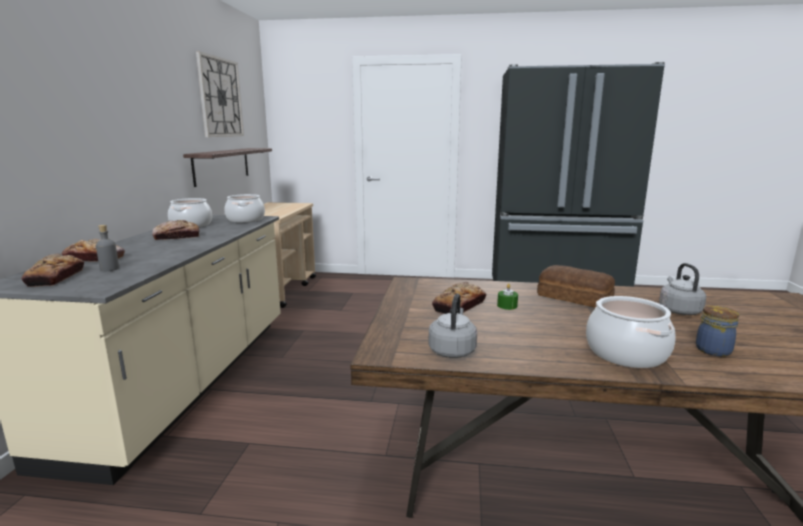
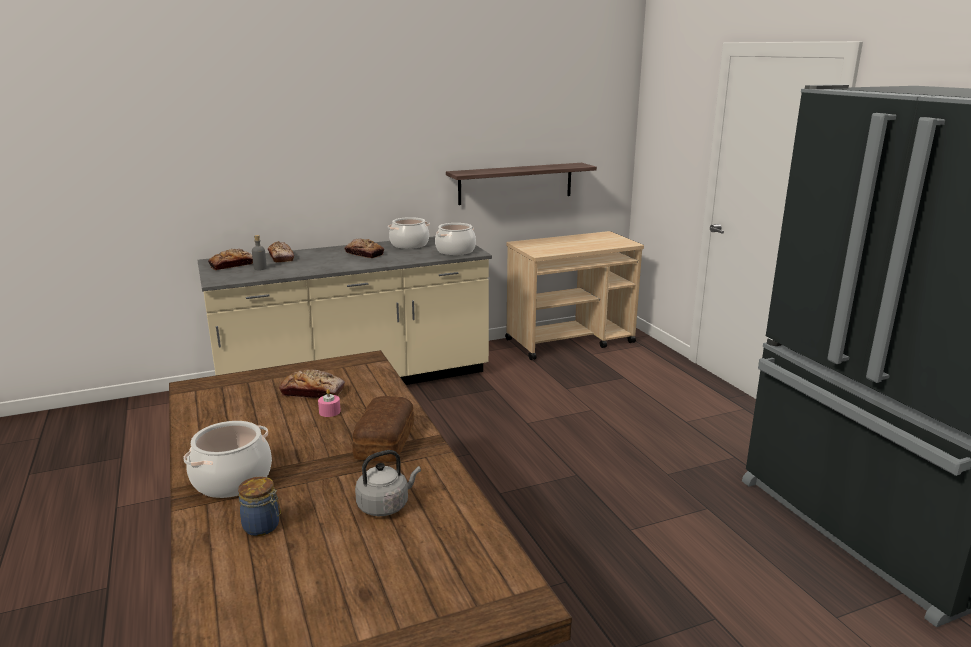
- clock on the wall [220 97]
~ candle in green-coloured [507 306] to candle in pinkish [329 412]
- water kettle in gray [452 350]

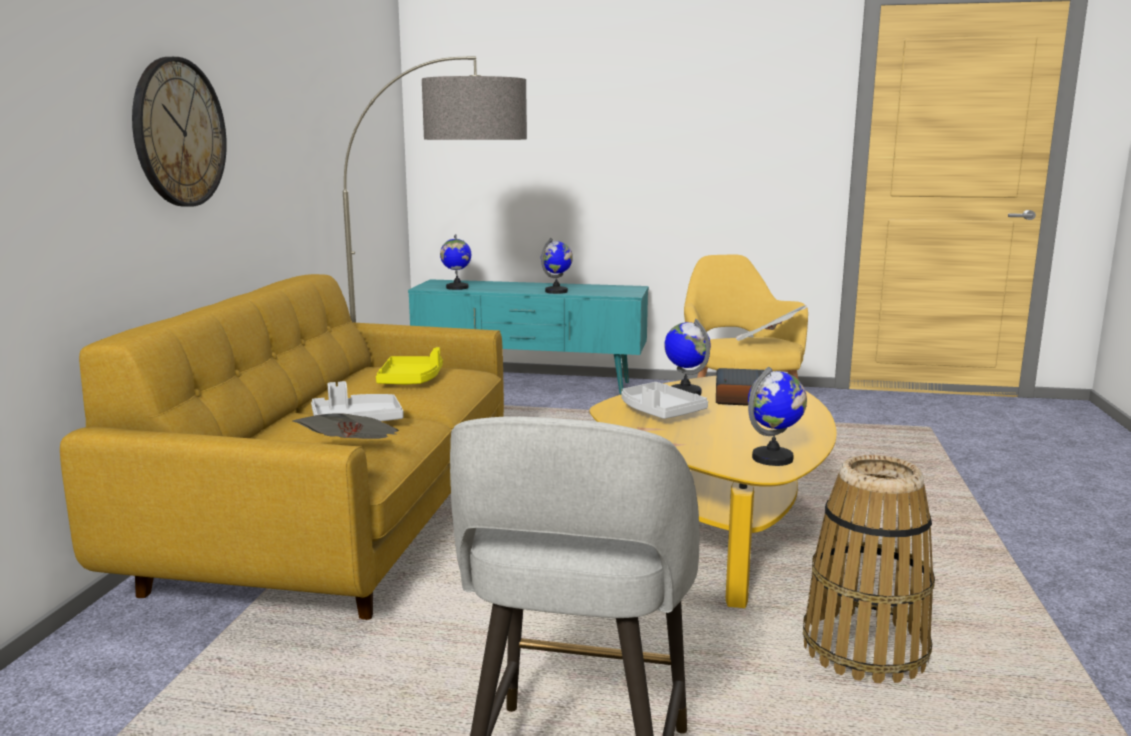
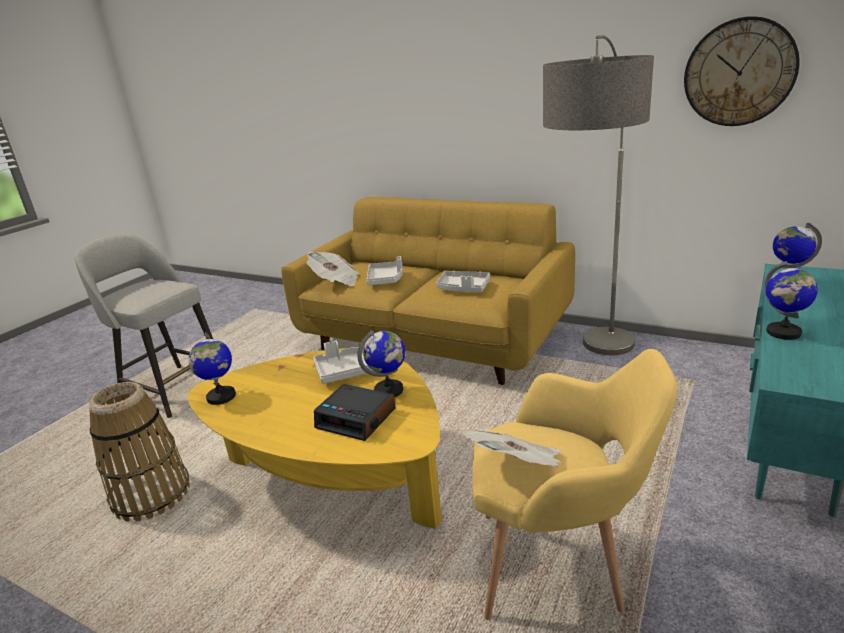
~ clock on the wall [179 133] to [739 72]
~ tray in yellow-coloured [411 380] to tray in gray [463 288]

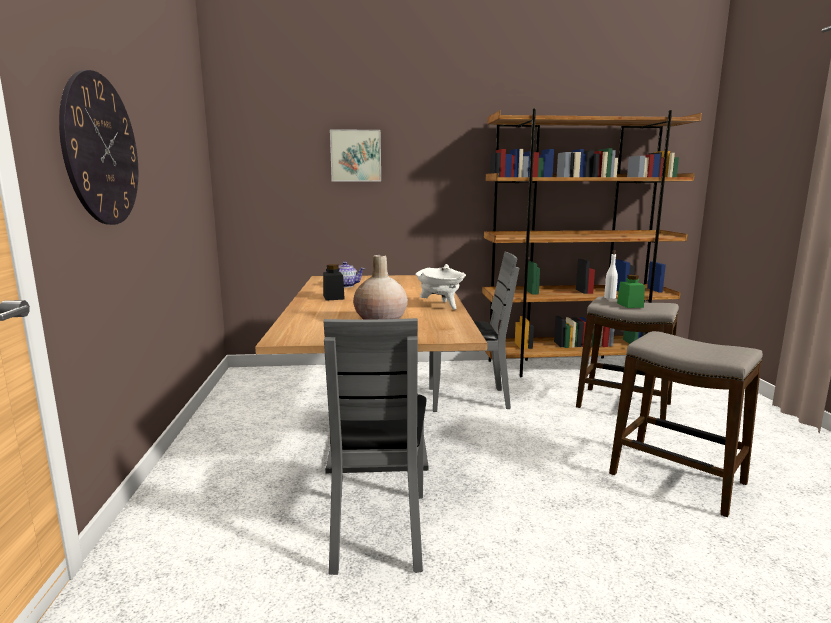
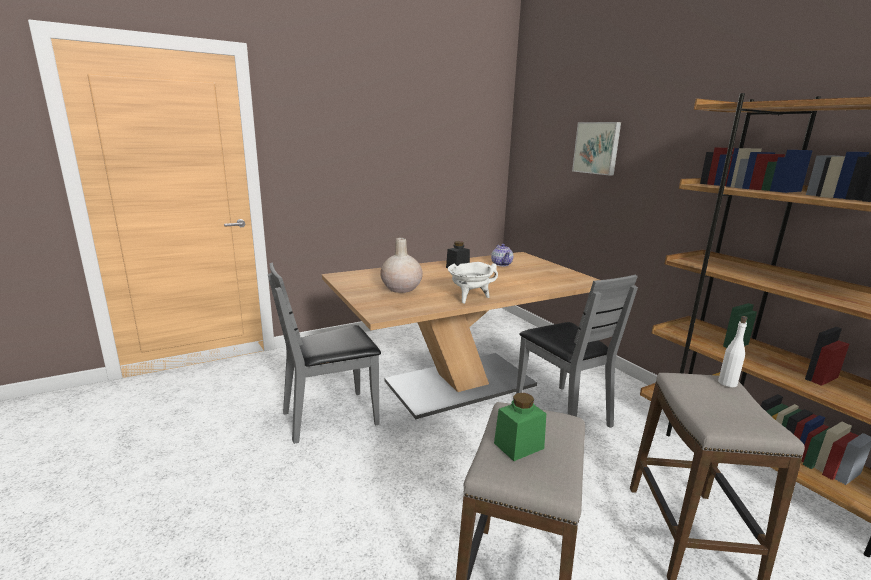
- clock on the wall [101 150]
~ jar in green-coloured [630 305] to [518 446]

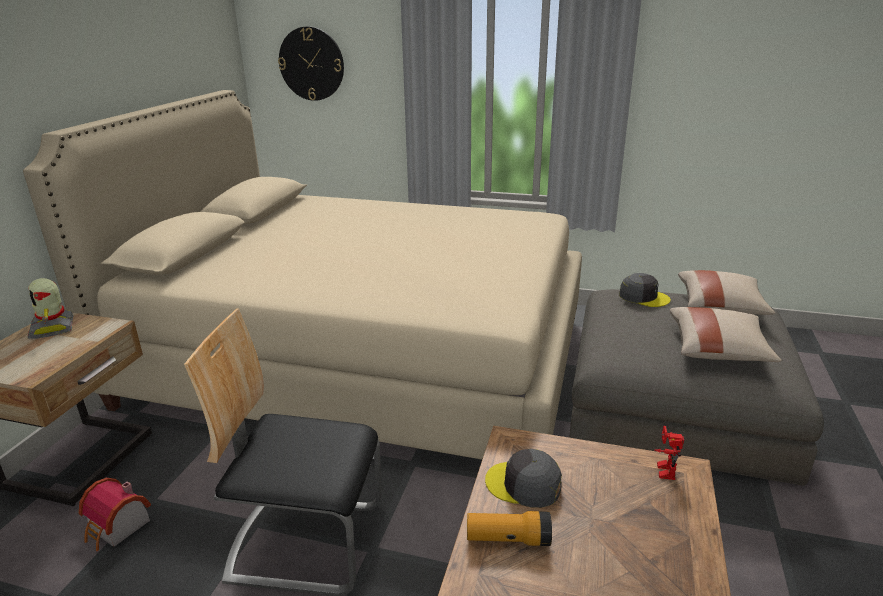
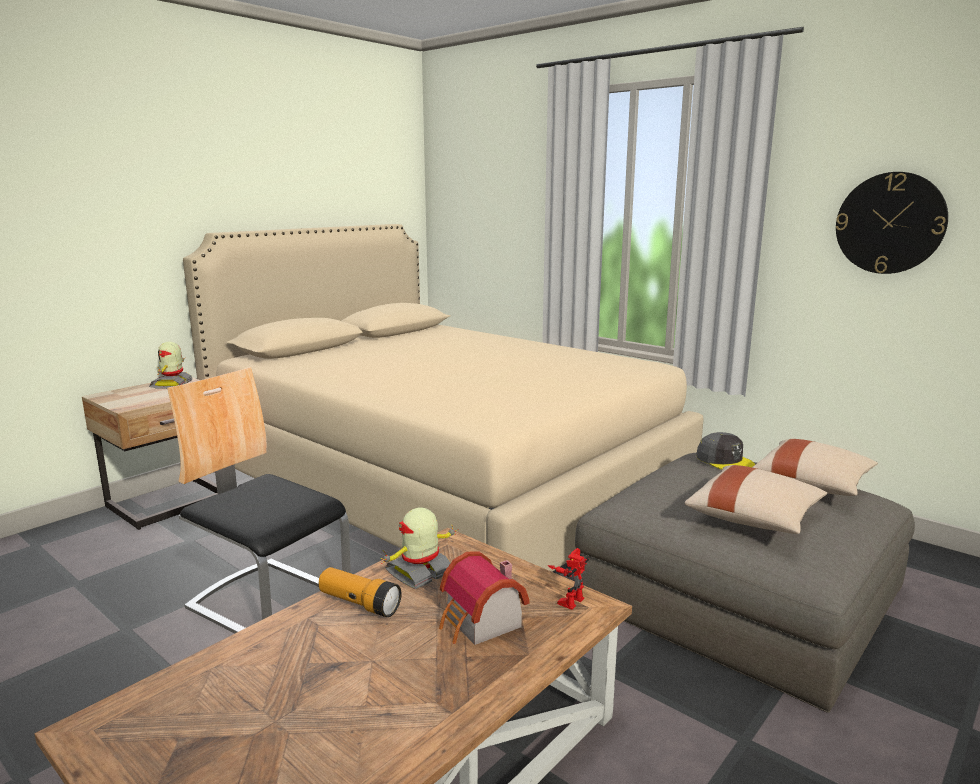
~ clock on the wall [311 64] to [890 223]
~ peaked cap in gray [524 485] to toy robot [420 573]
~ toy house [118 528] to [480 624]

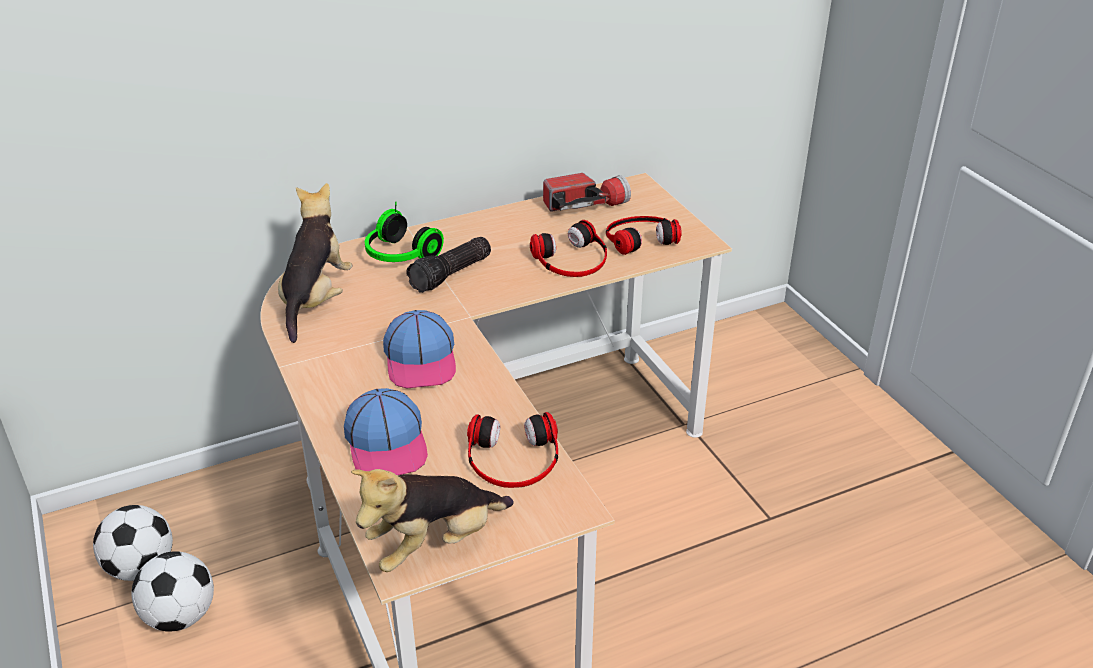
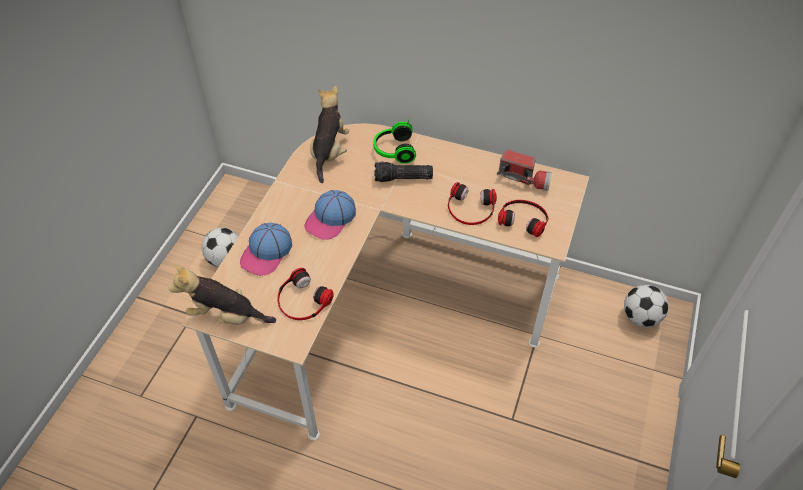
~ soft toy [316 299] = [329 152] 45 degrees counterclockwise
~ football ball [141 567] to [641 317]

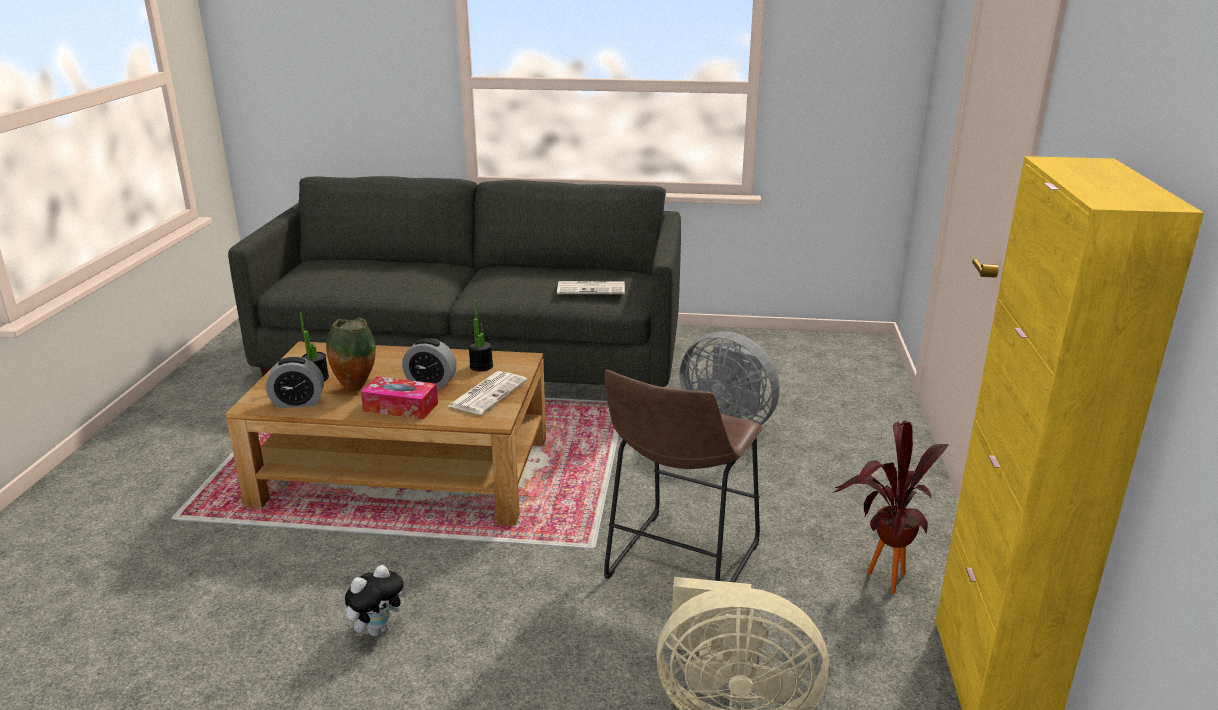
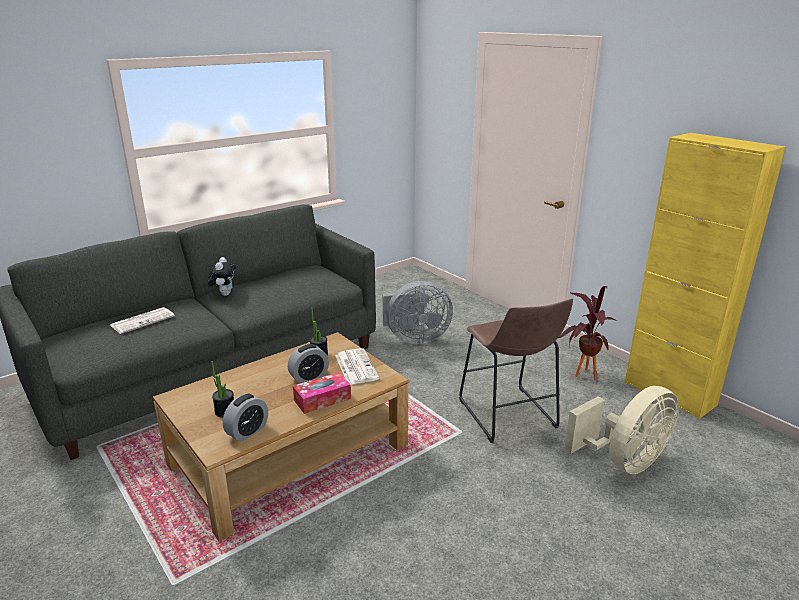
~ printed paper [592 289] to [143 320]
- decorative vase [355 388]
~ soft toy [378 629] to [224 294]

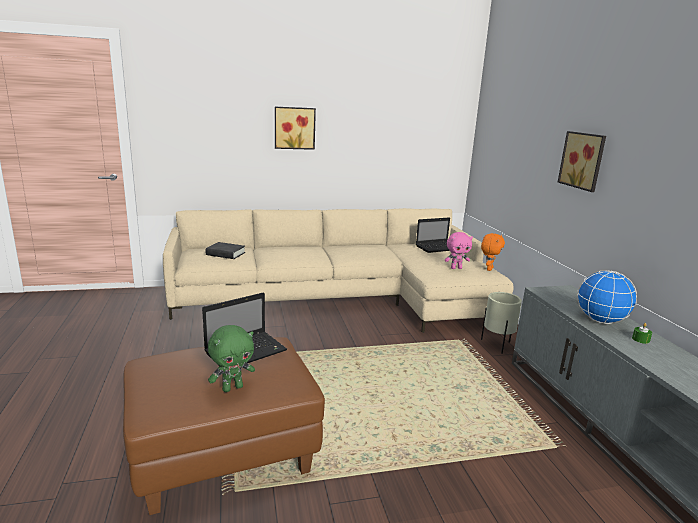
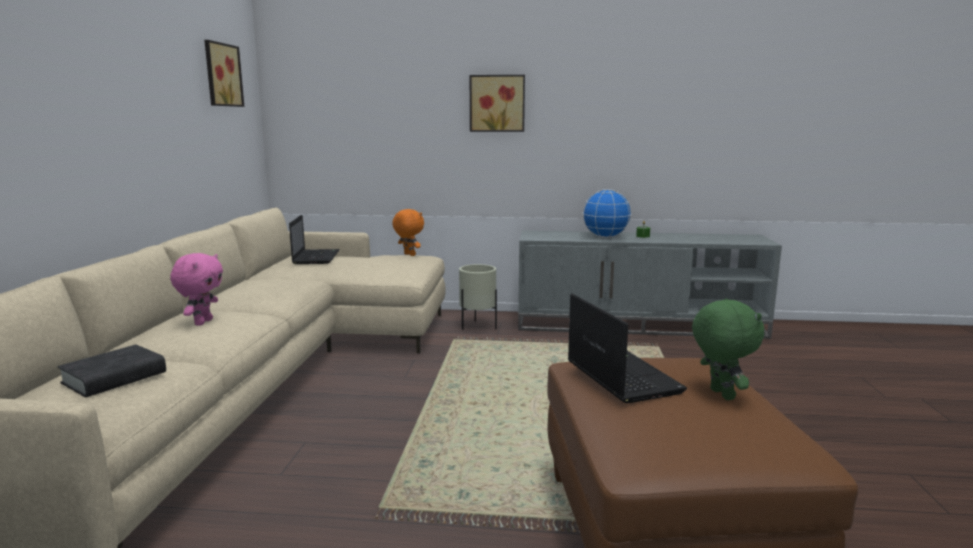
~ wall art [294 128] to [221 75]
~ soft toy in pinkish [456 268] to [202 322]

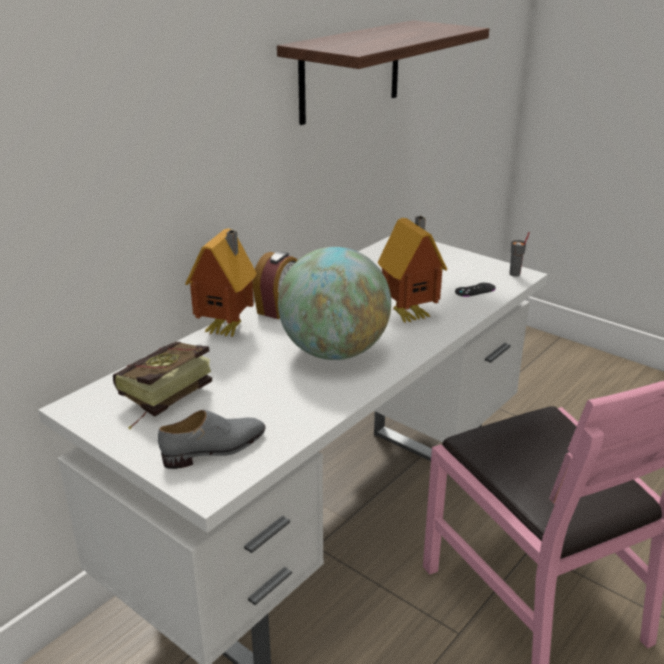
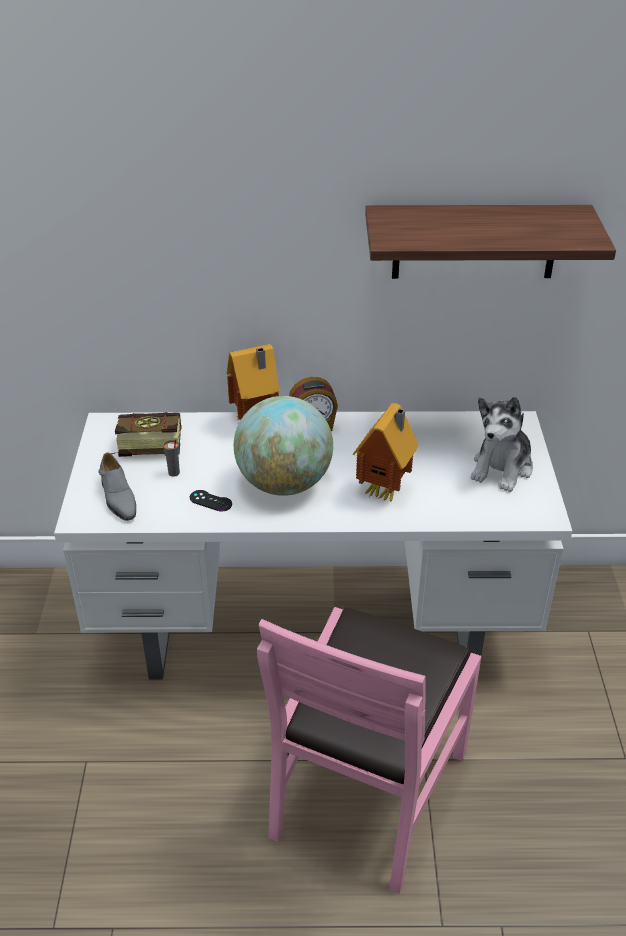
~ small cup in gray [515 274] to [174 473]
~ gamepad in black-coloured [475 290] to [210 501]
~ item of footwear in gray [215 449] = [118 498] 45 degrees clockwise
+ soft toy [502 468]

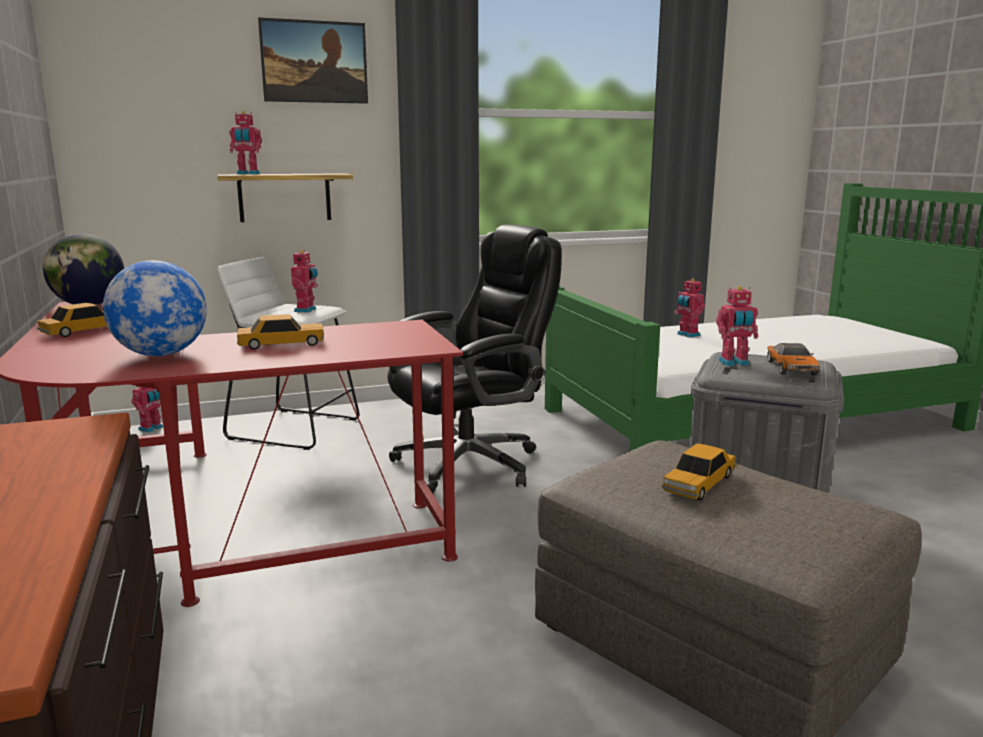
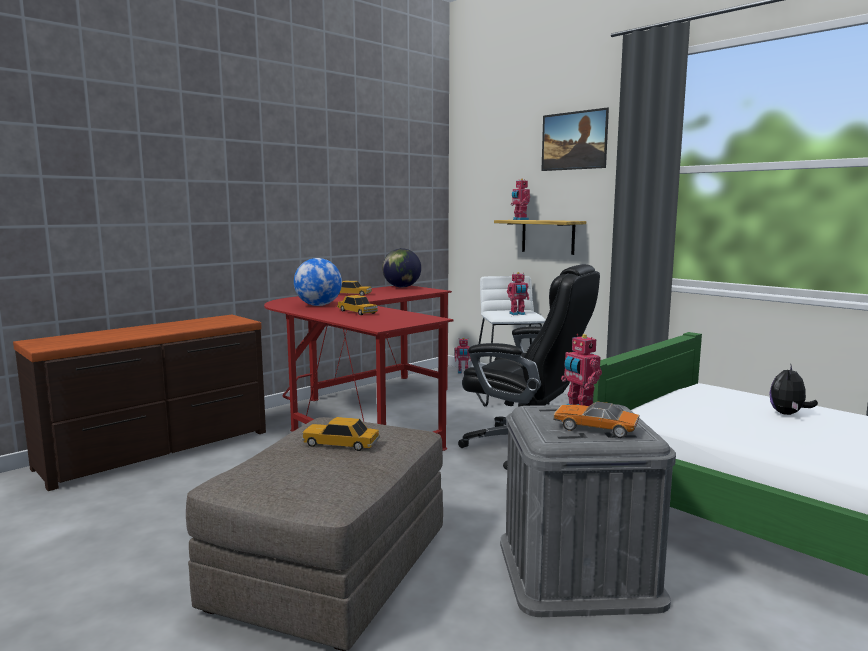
~ toy robot [687 335] to soft toy [788 414]
~ toy car [791 368] = [595 428] 45 degrees clockwise

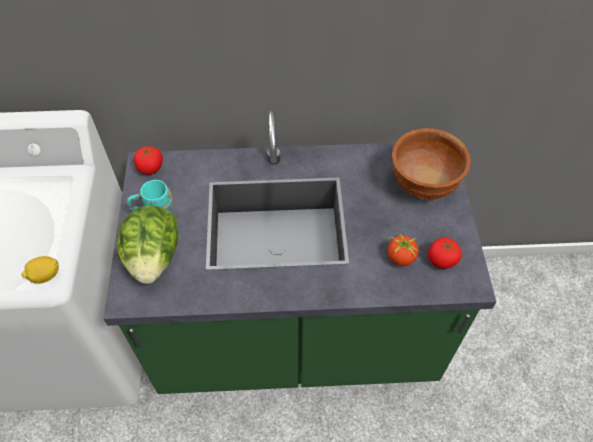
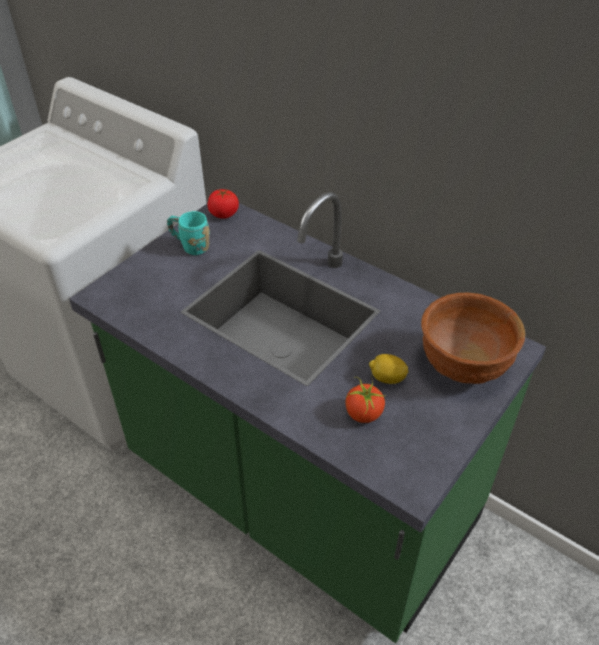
- head of lettuce [153 258]
- fresh tomato [441 260]
~ whole lemon [45 276] to [387 378]

